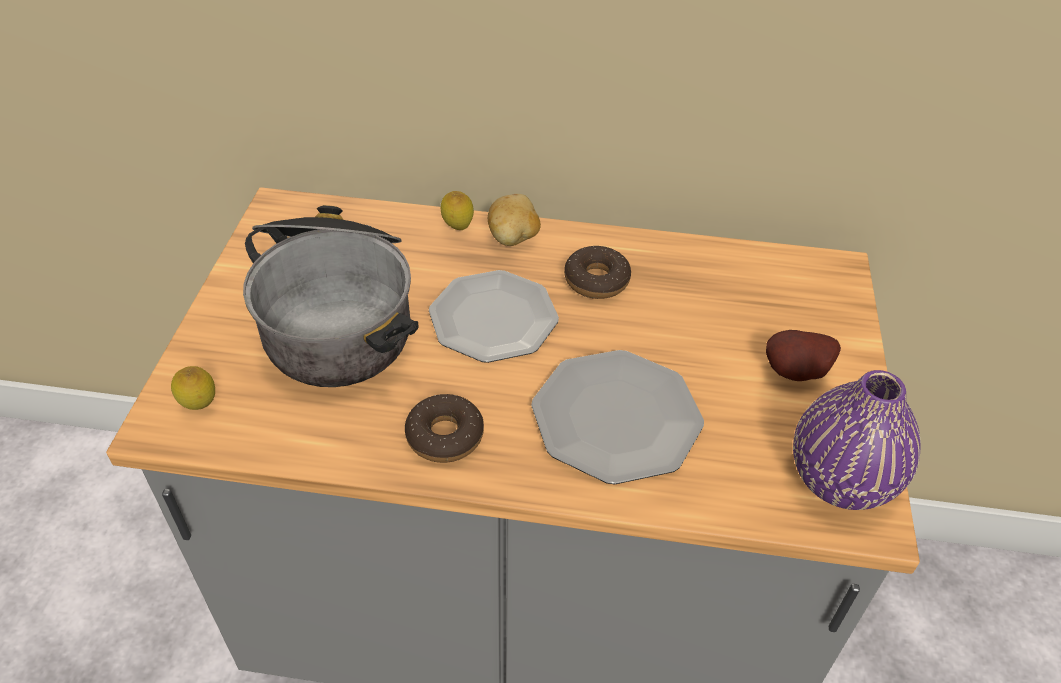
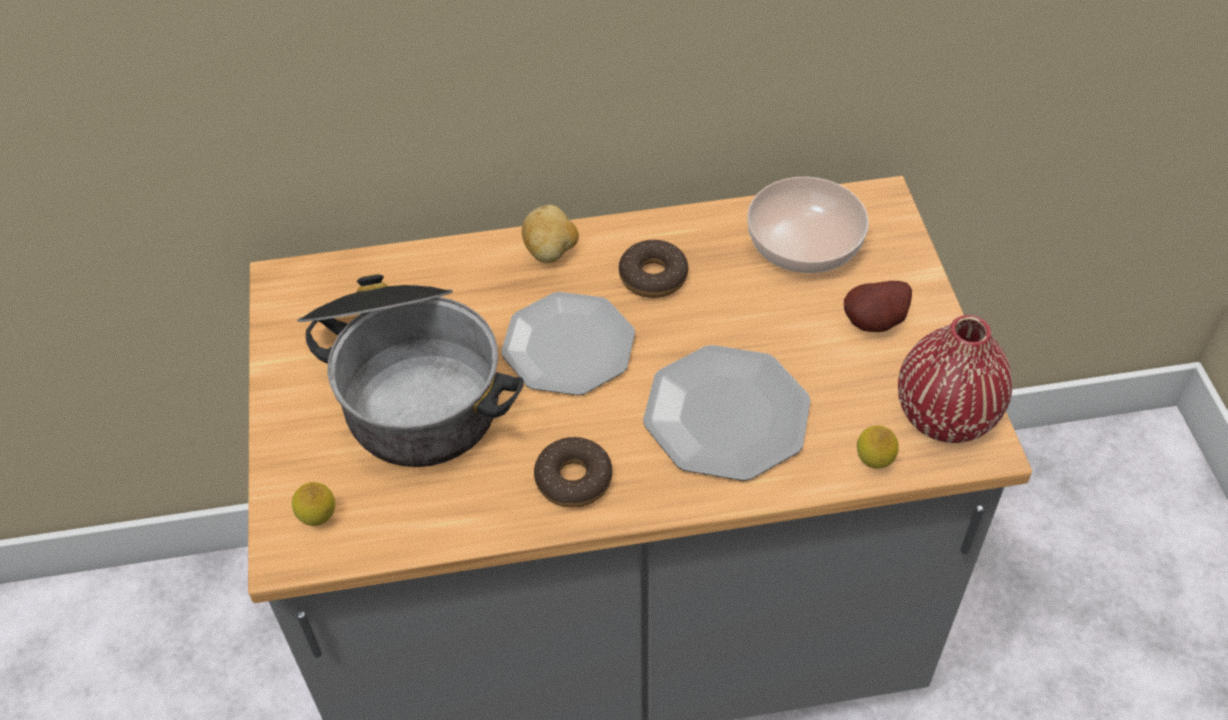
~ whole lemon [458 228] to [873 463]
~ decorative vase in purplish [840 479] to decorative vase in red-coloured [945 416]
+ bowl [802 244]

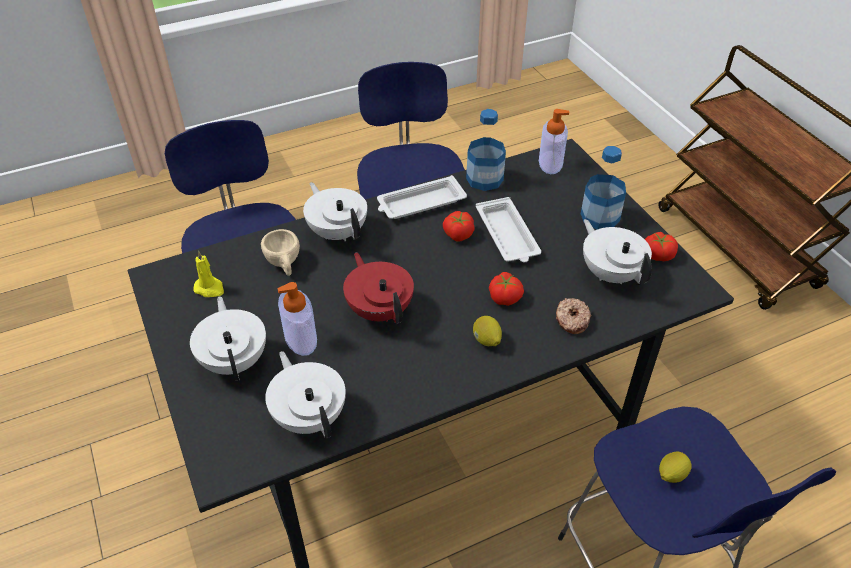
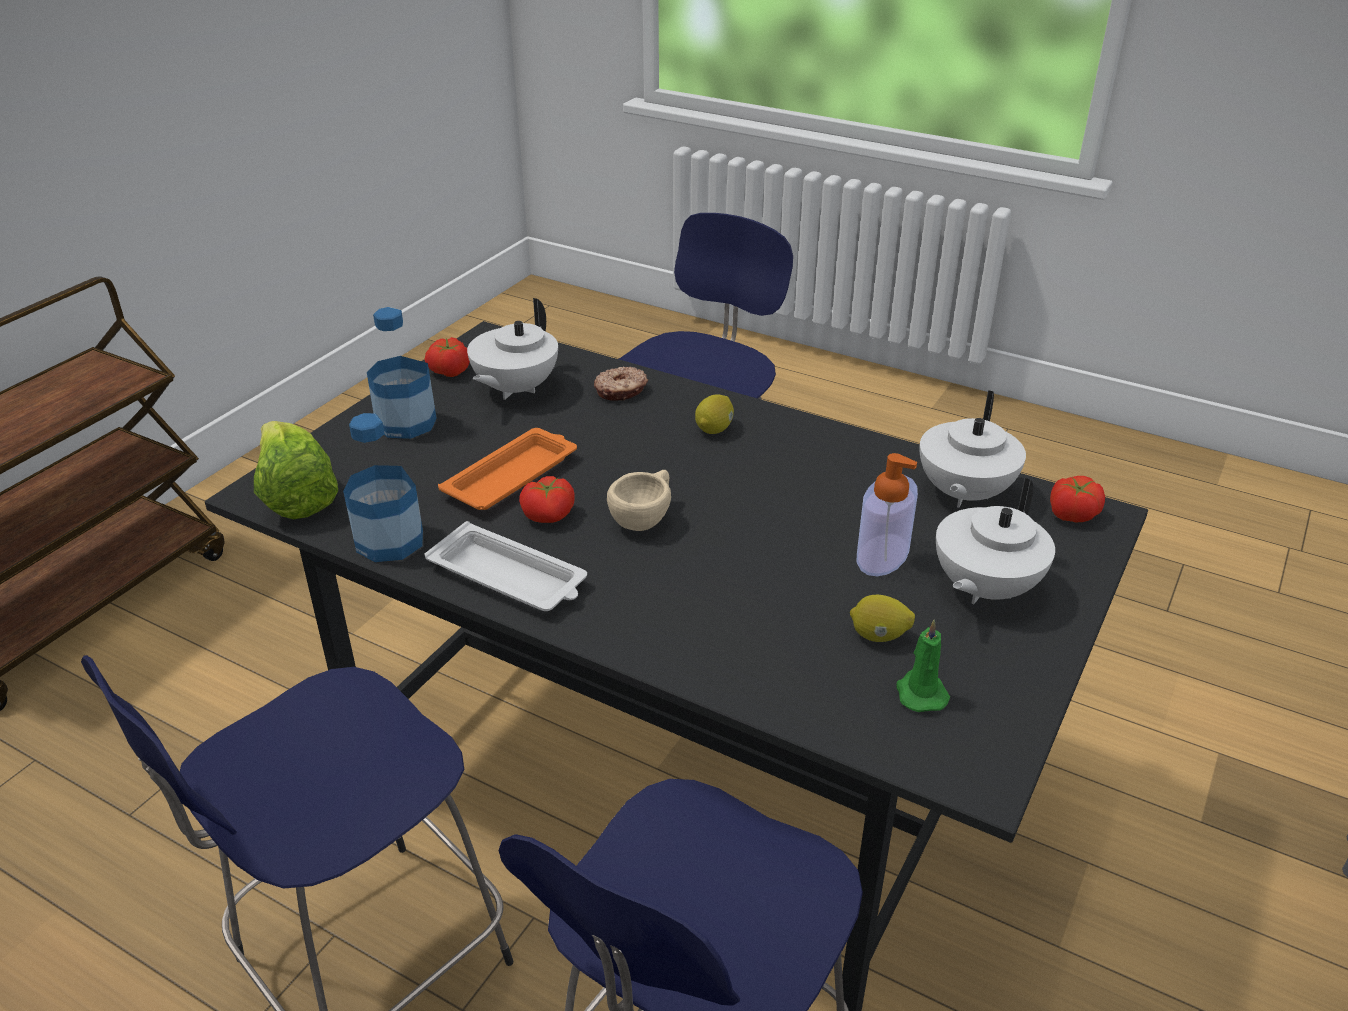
~ soap bottle [550 162] to head of lettuce [296 497]
- teapot in white [338 232]
~ tray in white [507 235] to tray in orange-coloured [513 476]
~ small cup in beige-coloured [284 264] to [645 518]
~ candle in yellow-coloured [210 288] to candle in green-coloured [920 692]
- teapot in red-coloured [380 310]
~ fresh tomato [505 297] to [1071 513]
~ whole lemon [671 474] to [879 636]

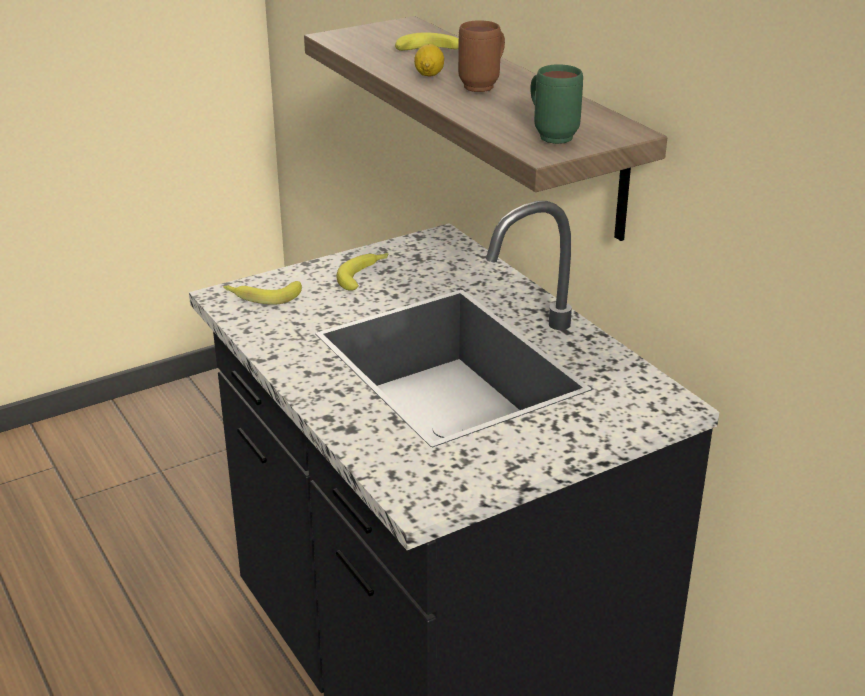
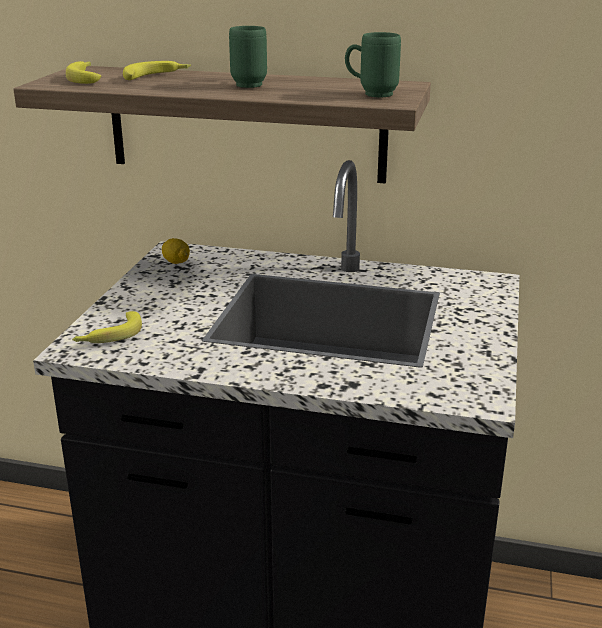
~ mug in brown [484 85] to mug in green-coloured [249 84]
~ whole lemon [429 74] to [176 262]
~ banana fruit [365 275] to [86 78]

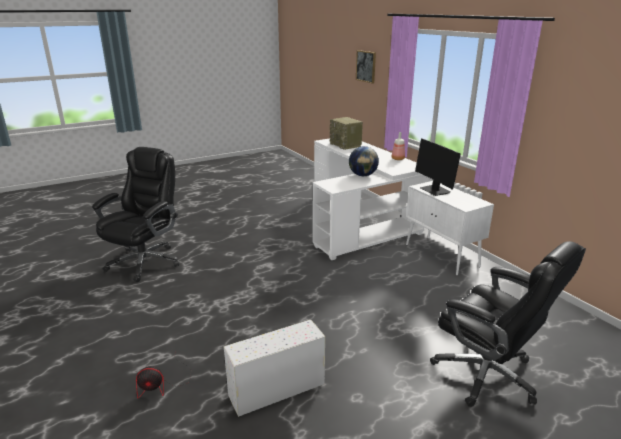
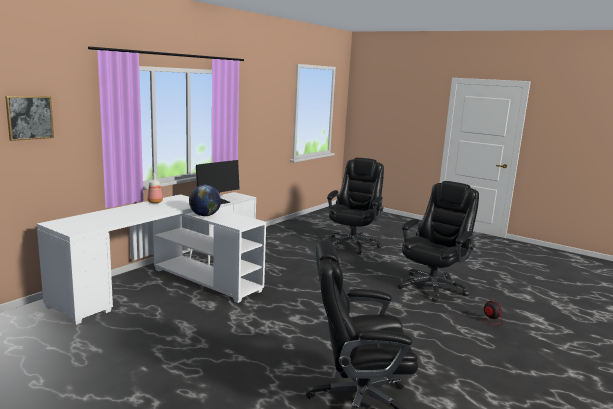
- radio set [346 145]
~ storage container in white [275 390] to desk chair in black-coloured [432 287]

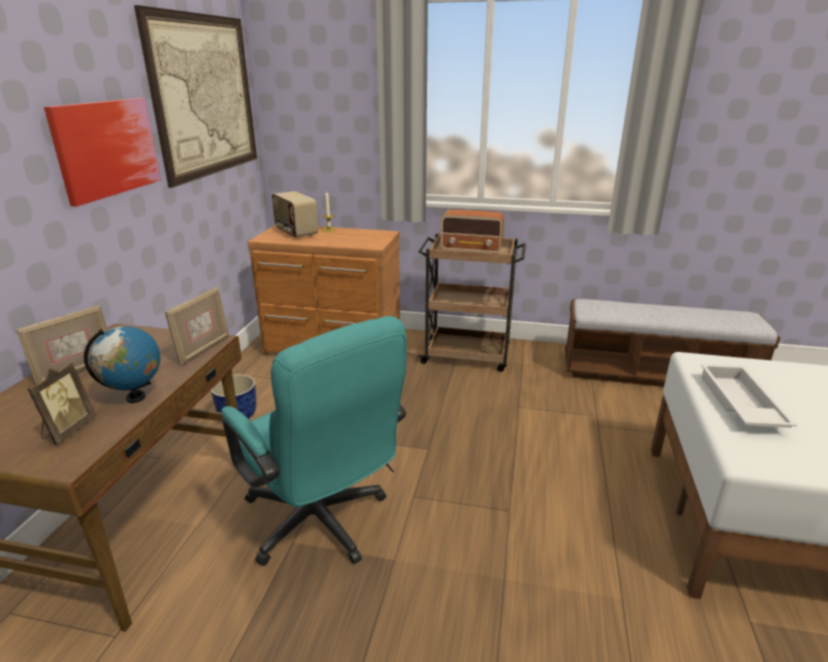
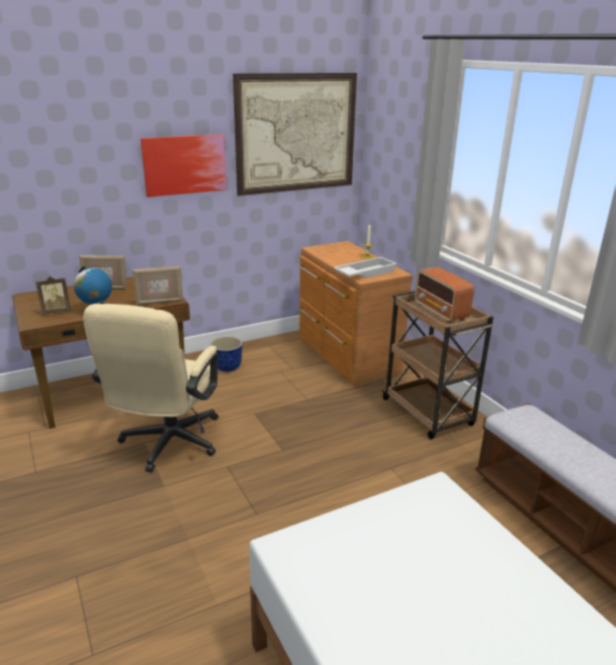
- radio set [295 232]
~ desk chair in blue-green [322 525] to desk chair in beige-coloured [167 445]
~ tray in white [738 404] to [365 272]

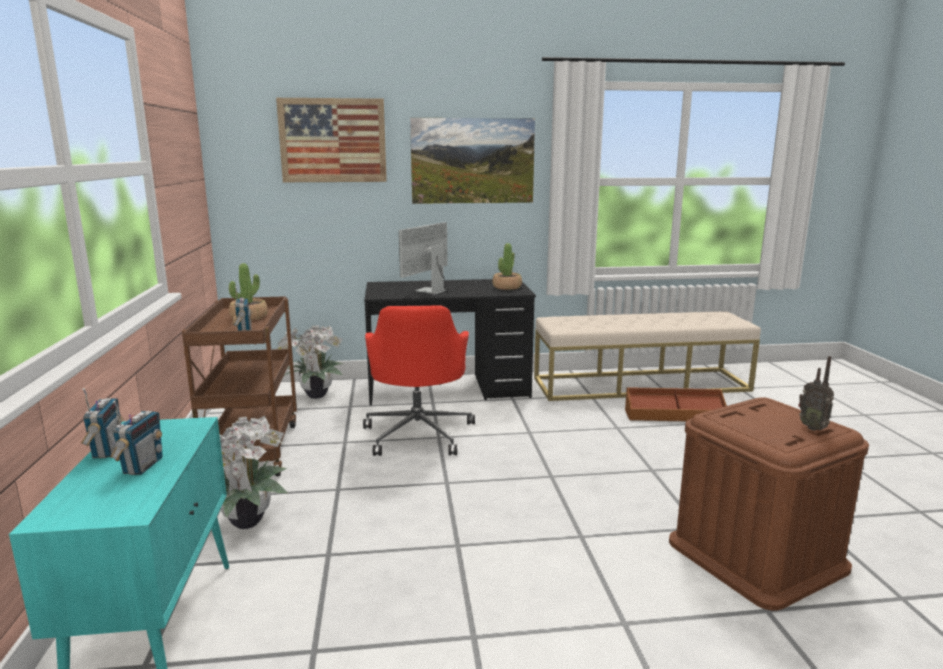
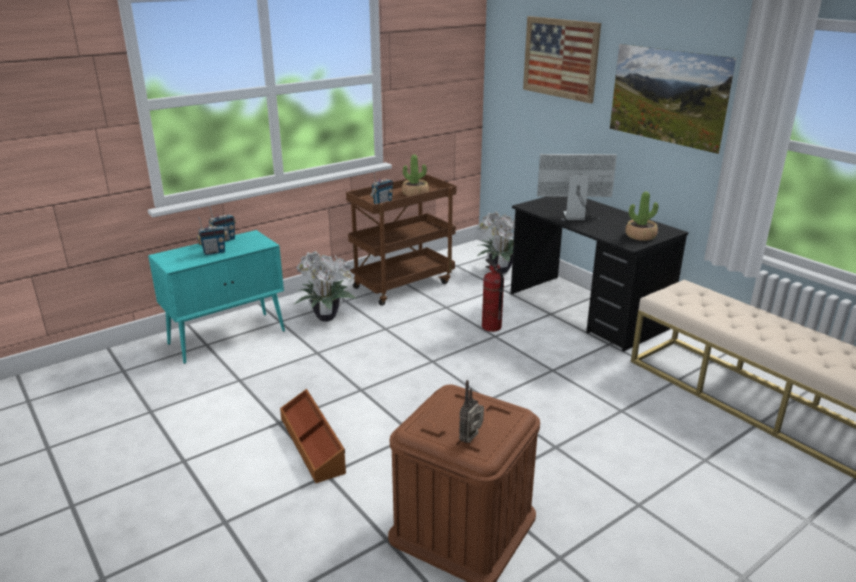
~ desk chair in red-coloured [419 433] to fire-fighting cylinder [491 327]
~ storage container in brown [674 415] to [313 444]

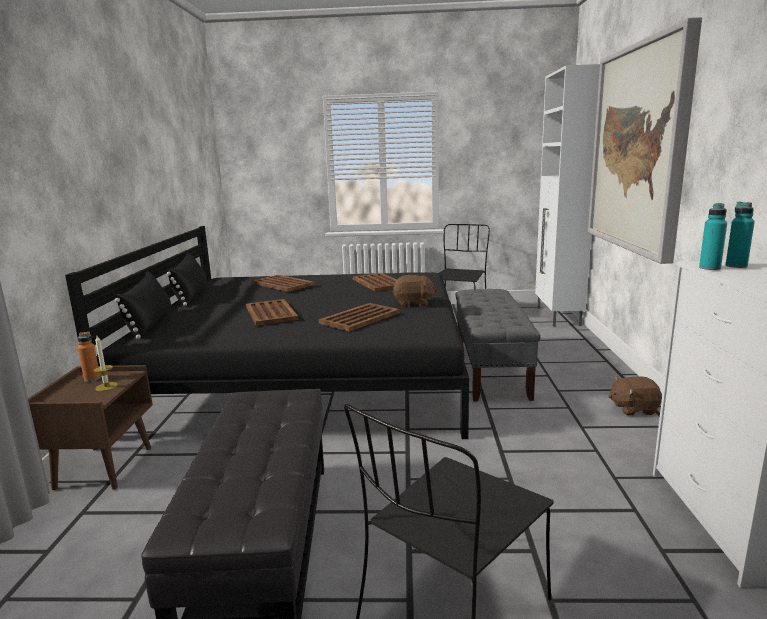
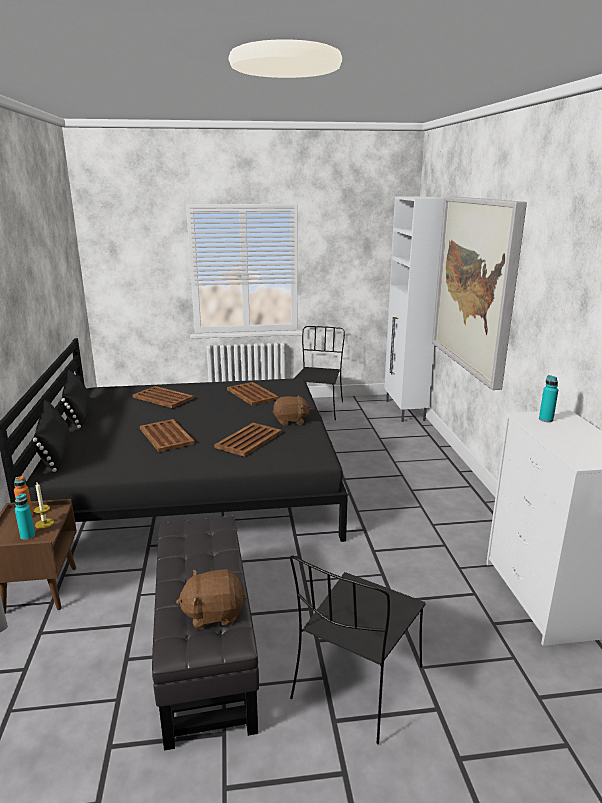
~ bottle in blue-green [709 268] to [27 536]
- indoor bench in gray [490 369]
~ soft toy in brown [633 409] to [213 614]

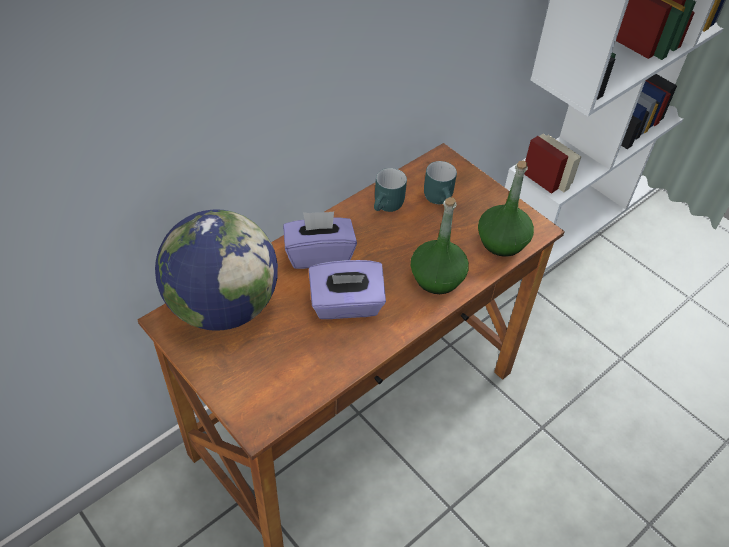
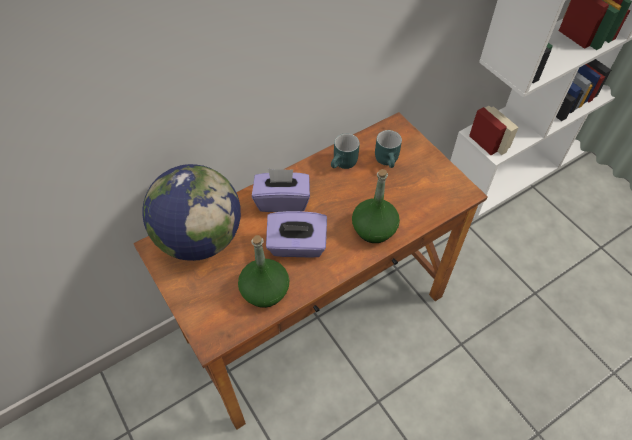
~ bottle in green-coloured [502 242] to [265 291]

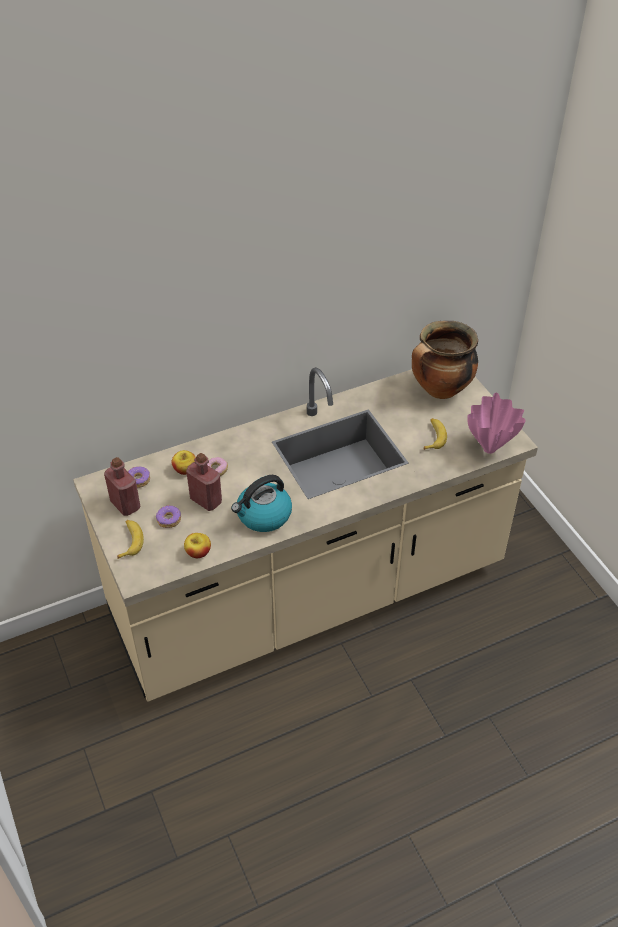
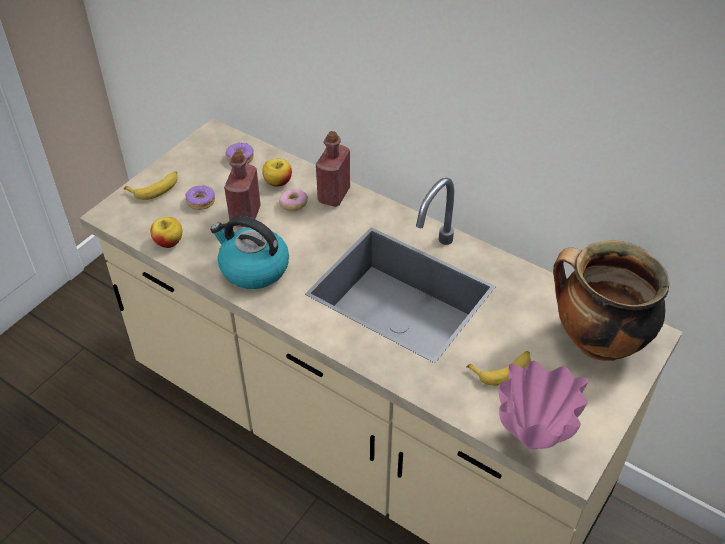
~ bottle in red-coloured [125 505] to [334 195]

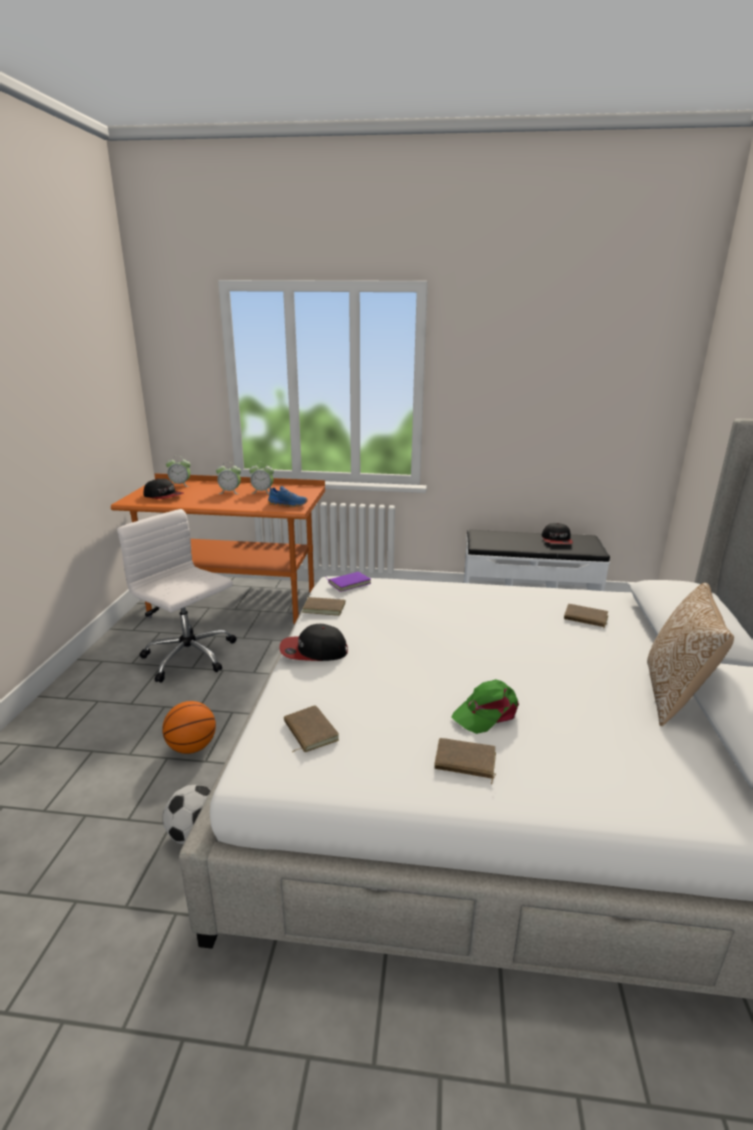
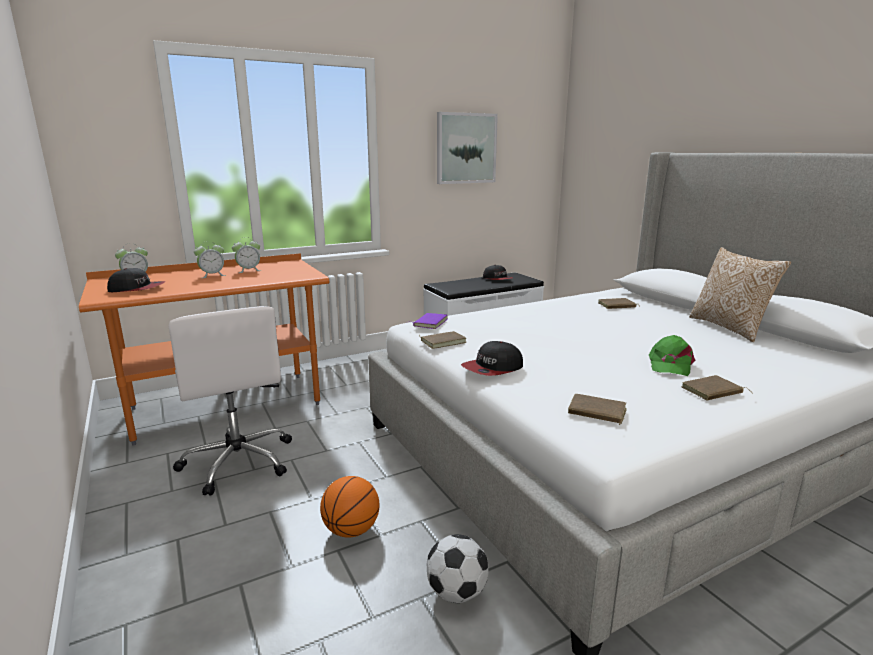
- item of footwear in blue [288 505]
~ desk chair in white [190 657] = [238 461] 120 degrees counterclockwise
+ wall art [466 148]

